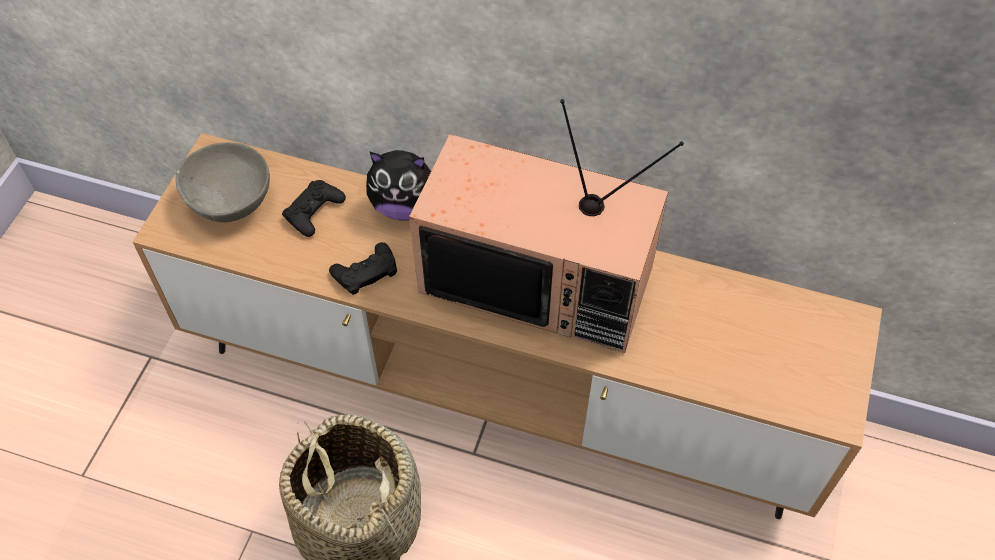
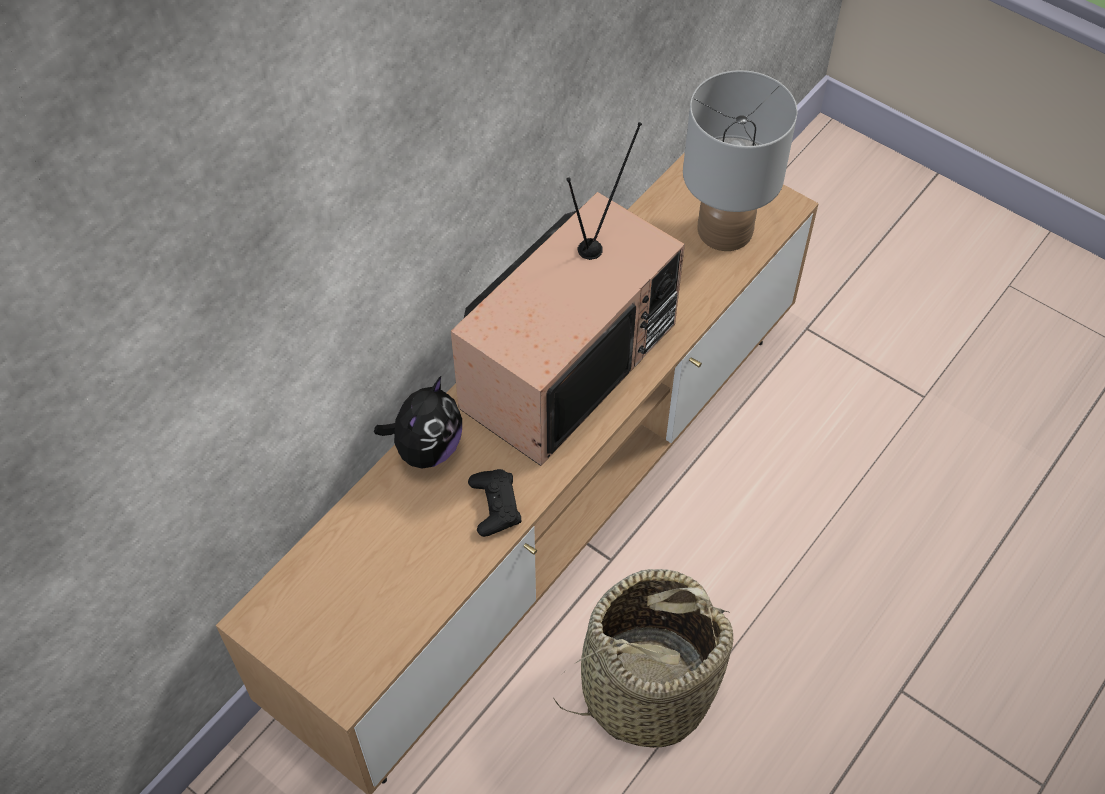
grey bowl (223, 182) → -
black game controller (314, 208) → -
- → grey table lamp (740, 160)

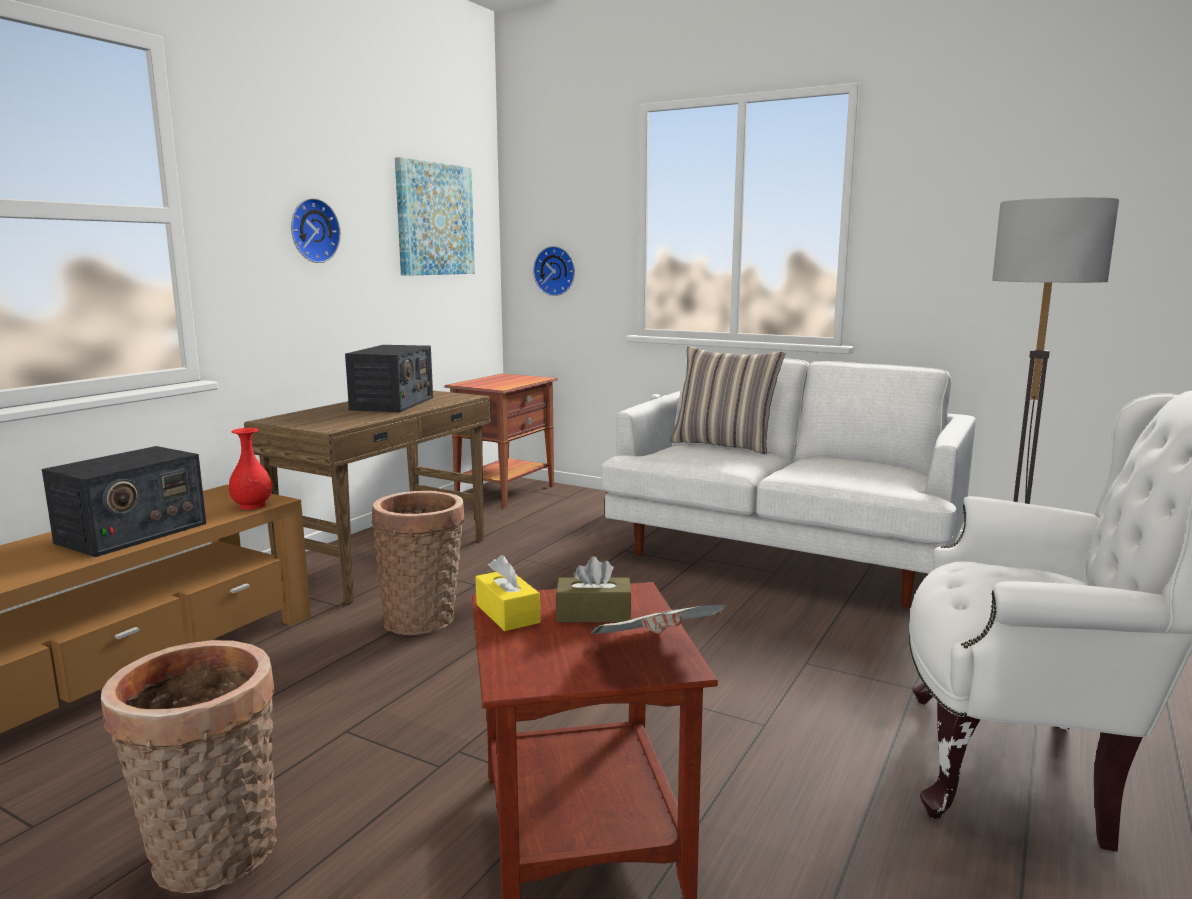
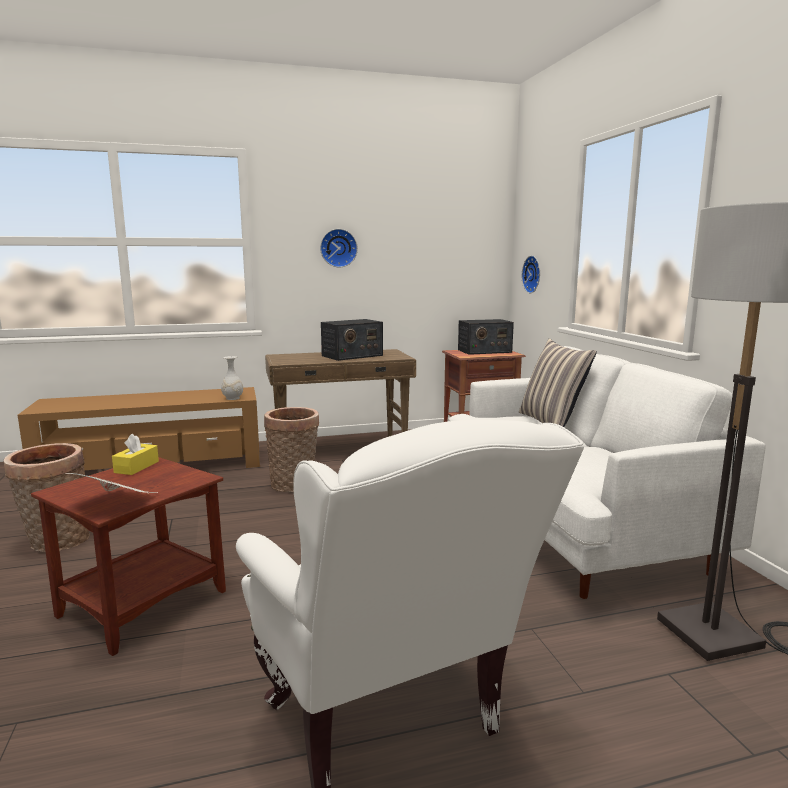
picture (435, 216) → -
brown tissue box (593, 589) → -
radio (124, 501) → radio (486, 337), move
red vase (250, 469) → white vase (232, 378)

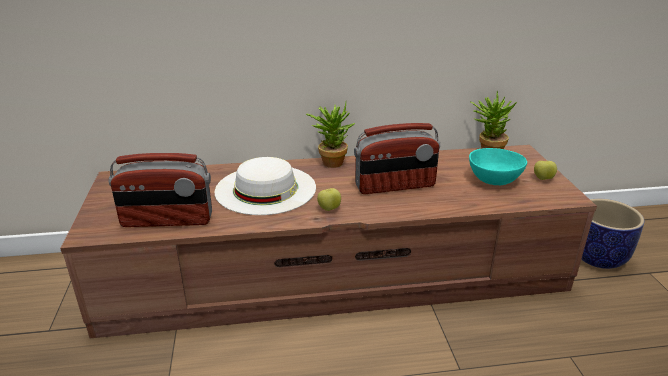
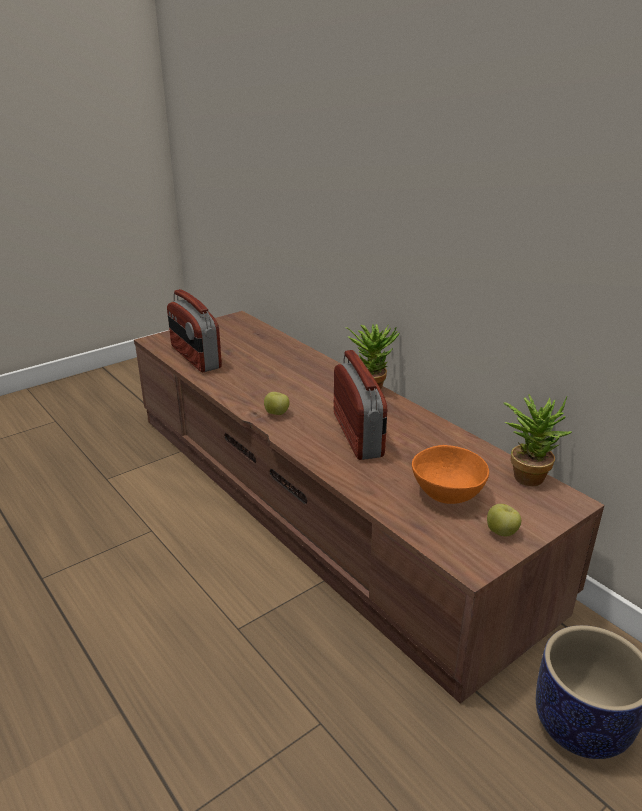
white hat (265, 186) → -
turquoise bowl (498, 166) → orange bowl (450, 474)
radio (397, 158) → radio (360, 405), 150 degrees counterclockwise

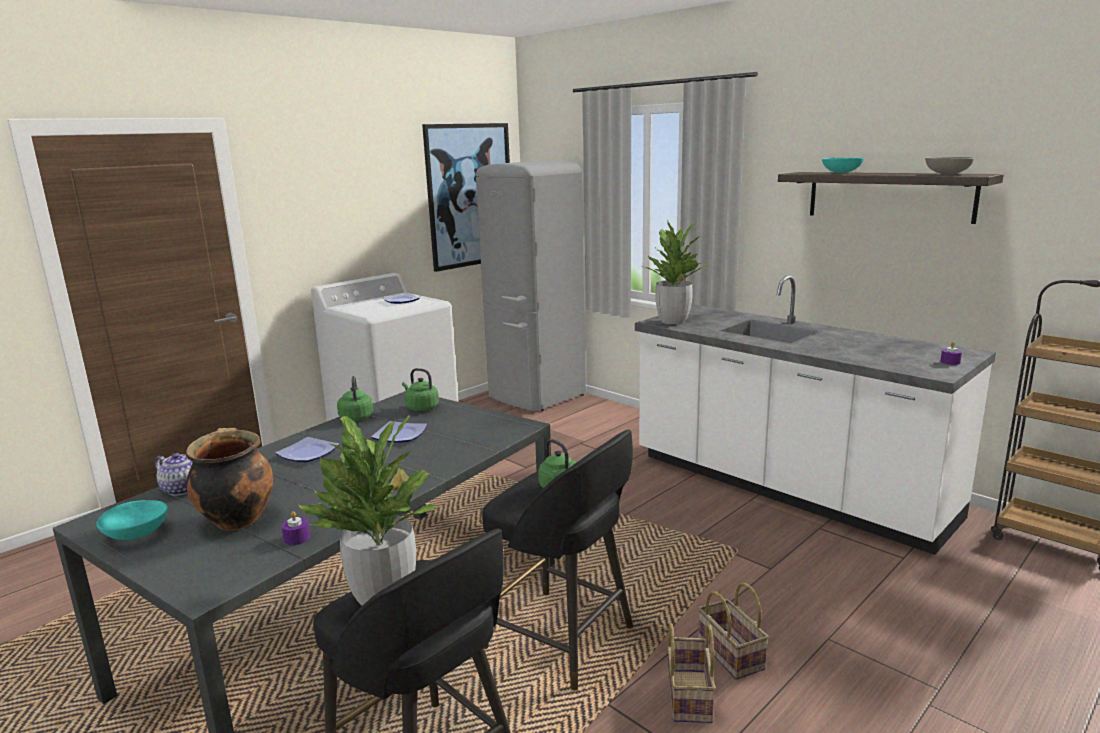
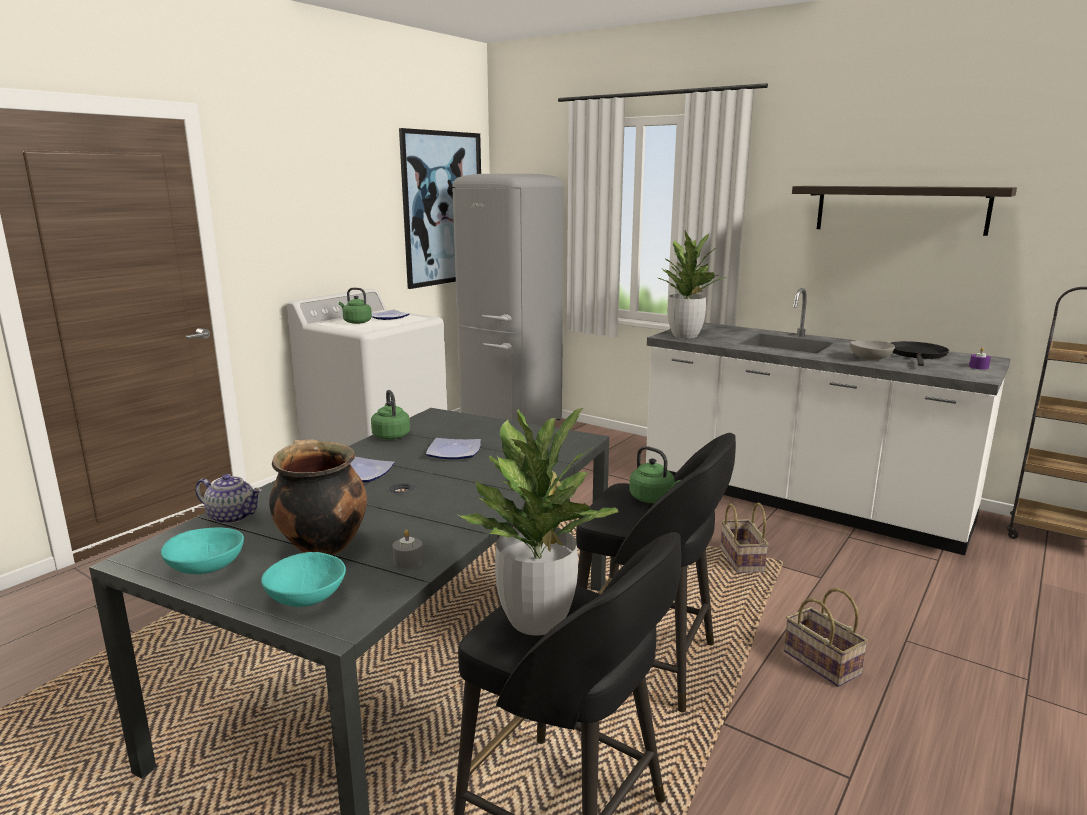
- → black frying pan (920, 353)
green kettle (420, 389) → green kettle (355, 306), move
basket (691, 673) → basket (744, 537), move
turquoise bowl (843, 165) → turquoise bowl (303, 579), move
grey bowl (949, 165) → grey bowl (872, 350), move
purple candle (295, 528) → grey candle (408, 549)

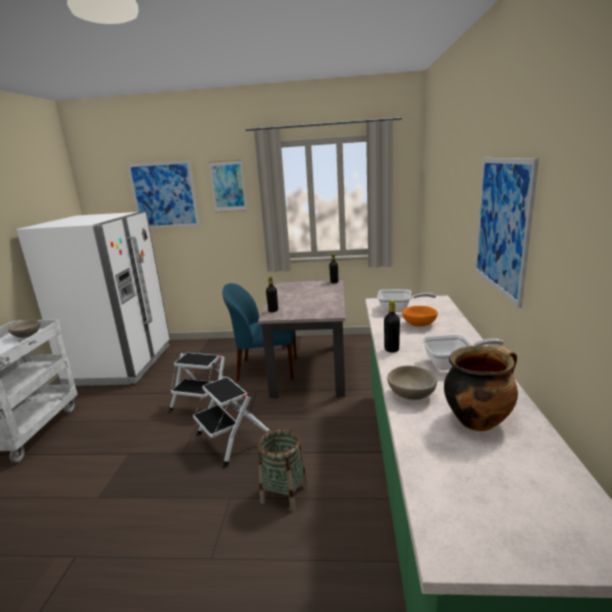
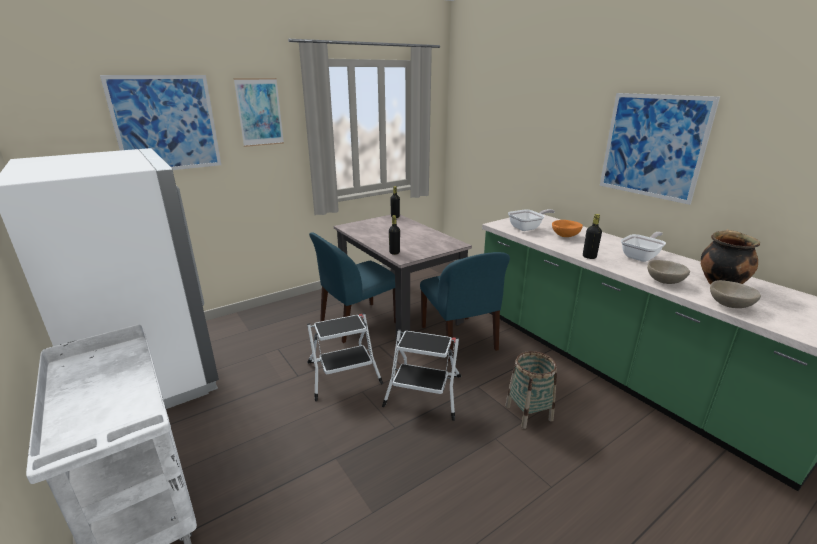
- → blue chair (465, 306)
beige bowl (24, 329) → beige bowl (735, 294), move

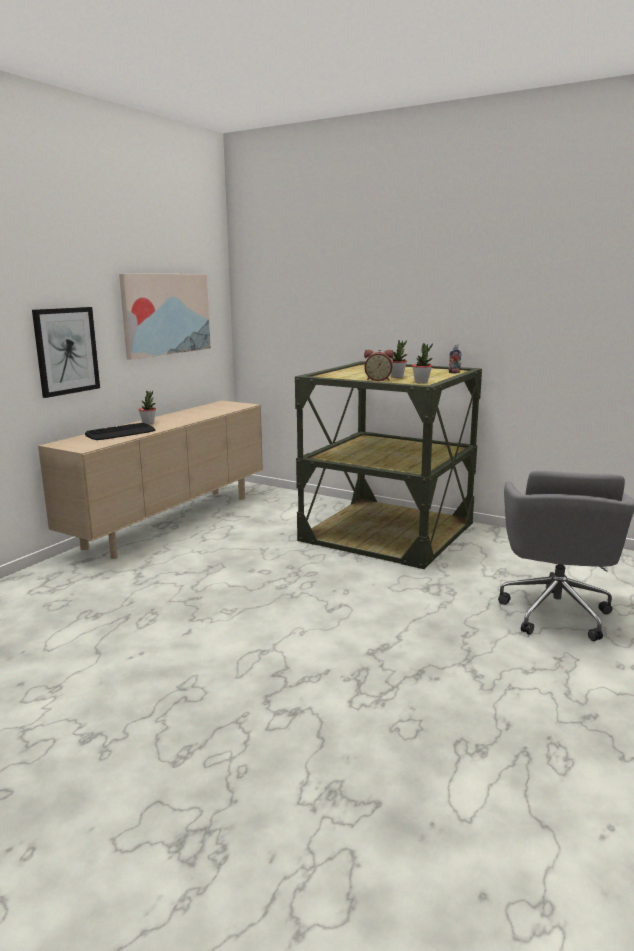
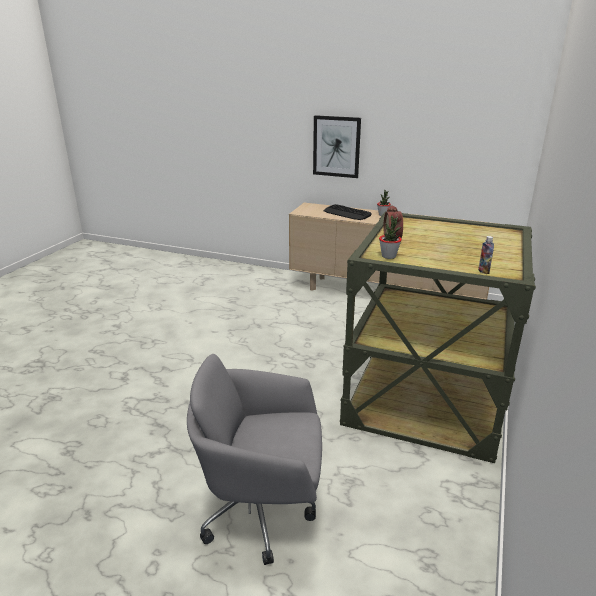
picture (165, 317) → -
potted plant (399, 359) → -

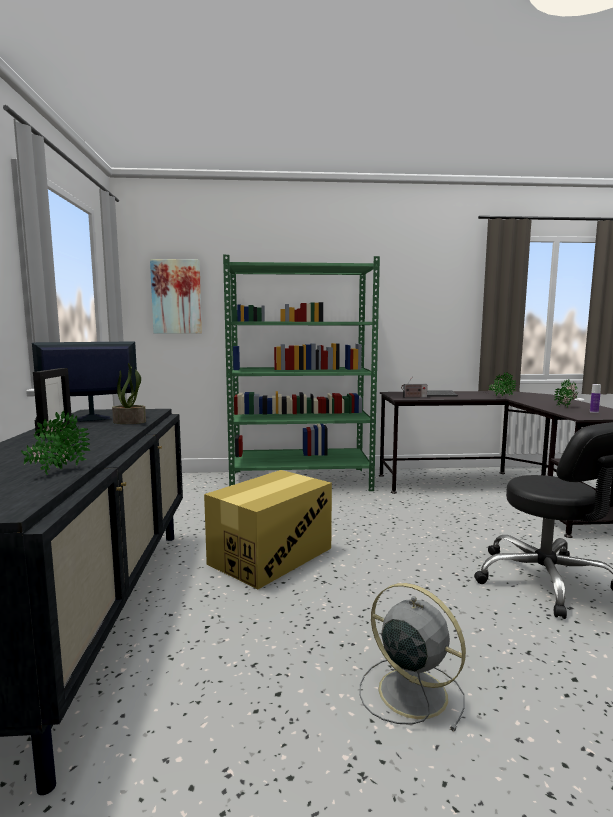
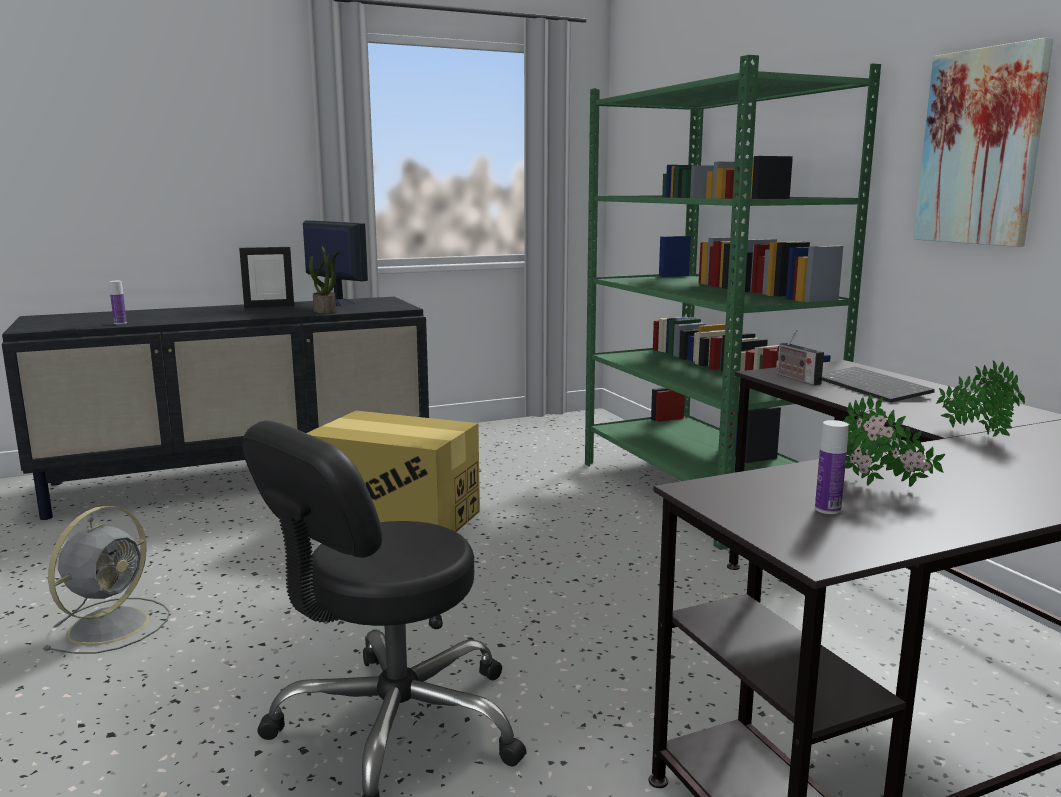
picture (176, 296) → picture (983, 142), move
potted plant (55, 443) → bottle (118, 302)

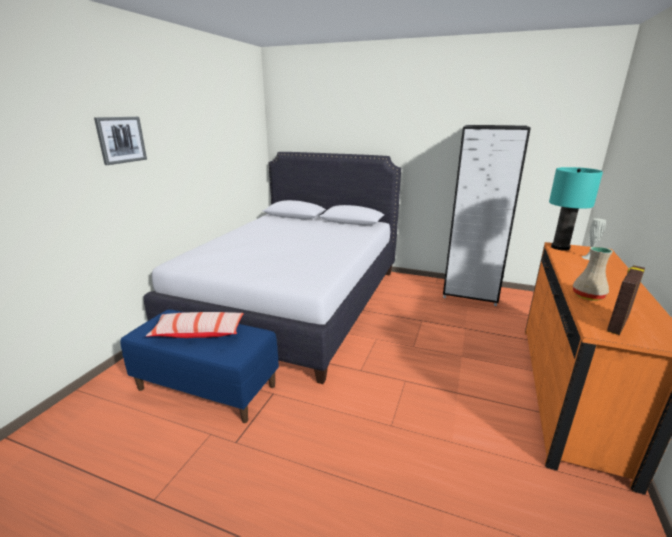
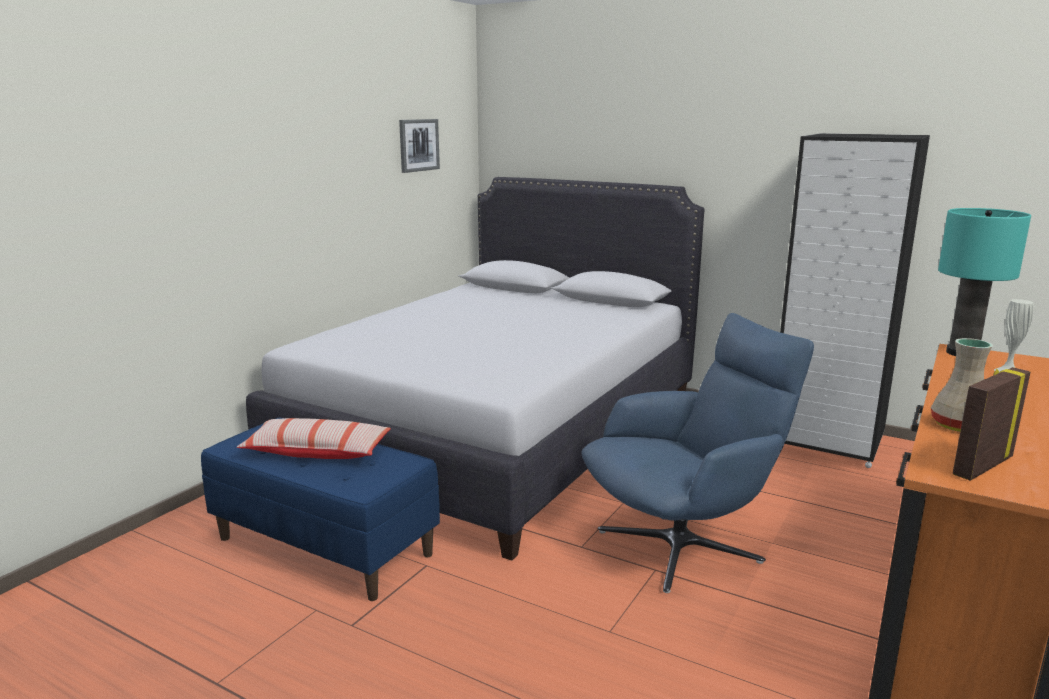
- → blue armchair (698, 453)
picture (120, 141) → picture (419, 146), move

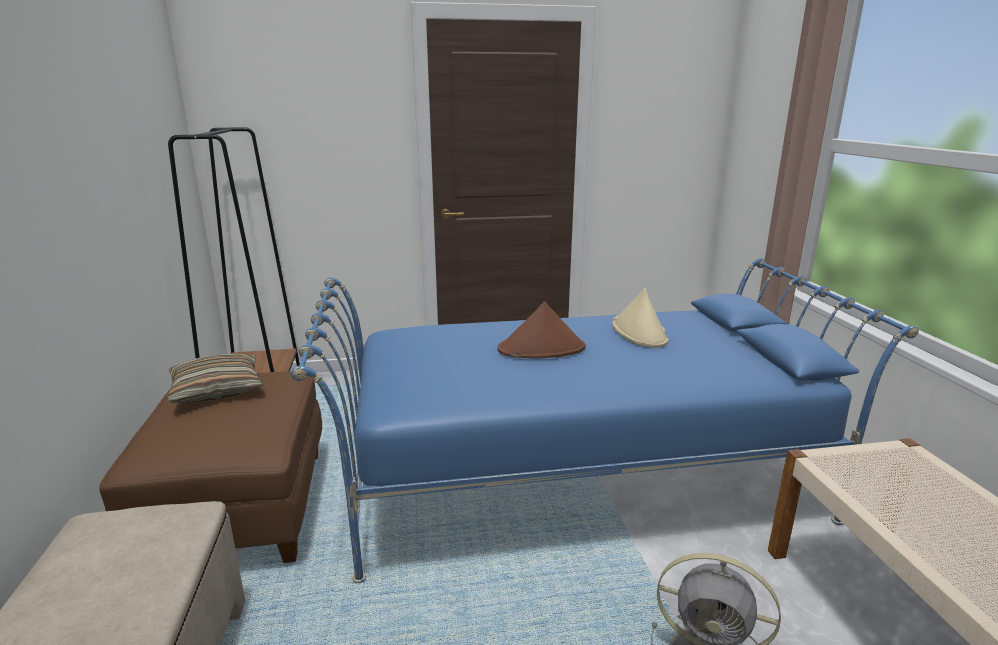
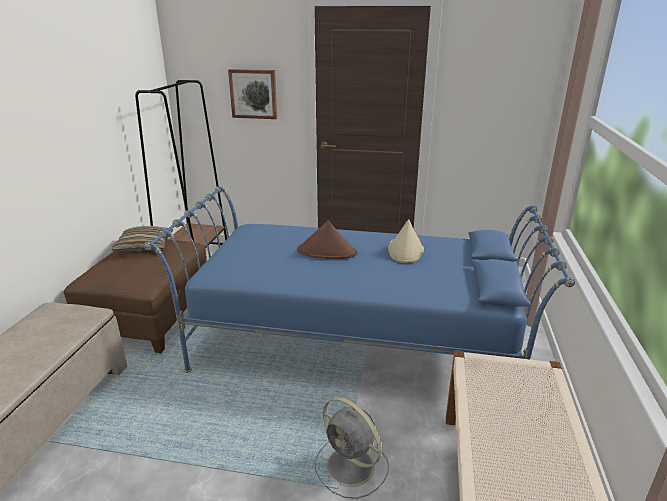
- → picture (252, 94)

